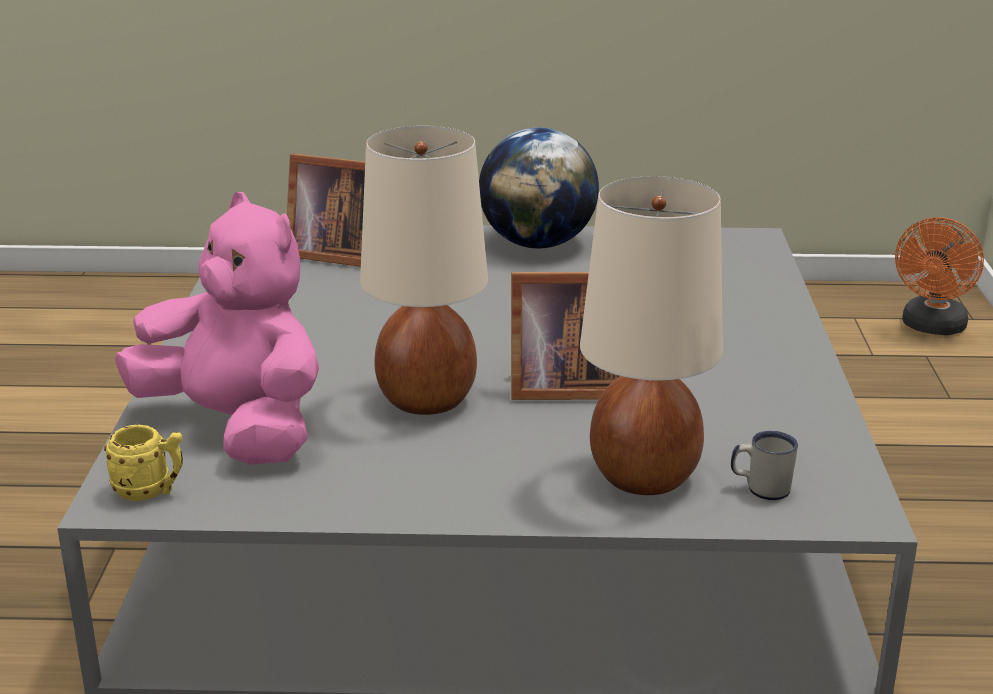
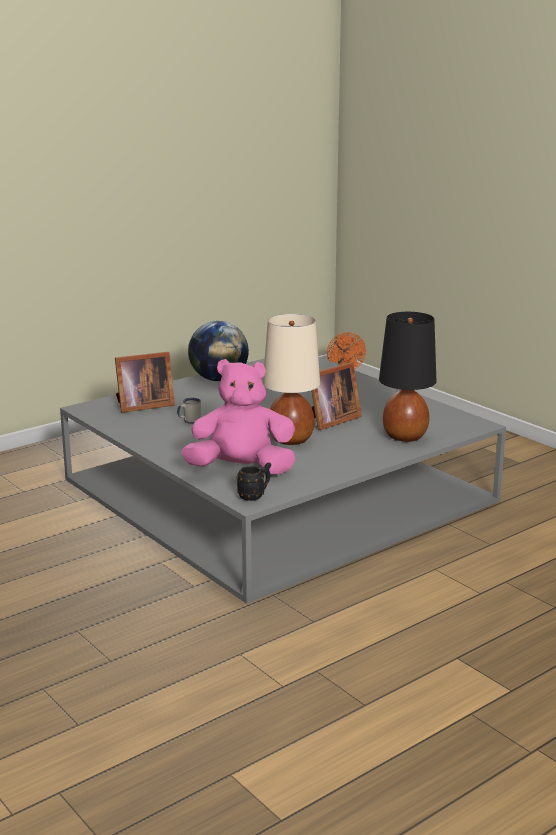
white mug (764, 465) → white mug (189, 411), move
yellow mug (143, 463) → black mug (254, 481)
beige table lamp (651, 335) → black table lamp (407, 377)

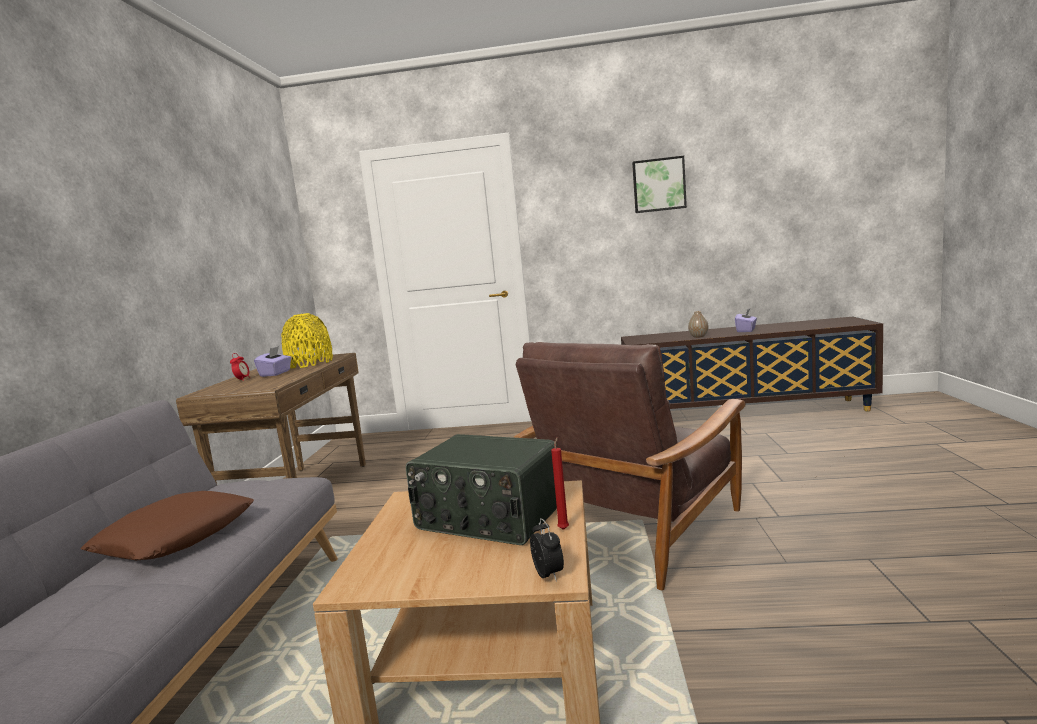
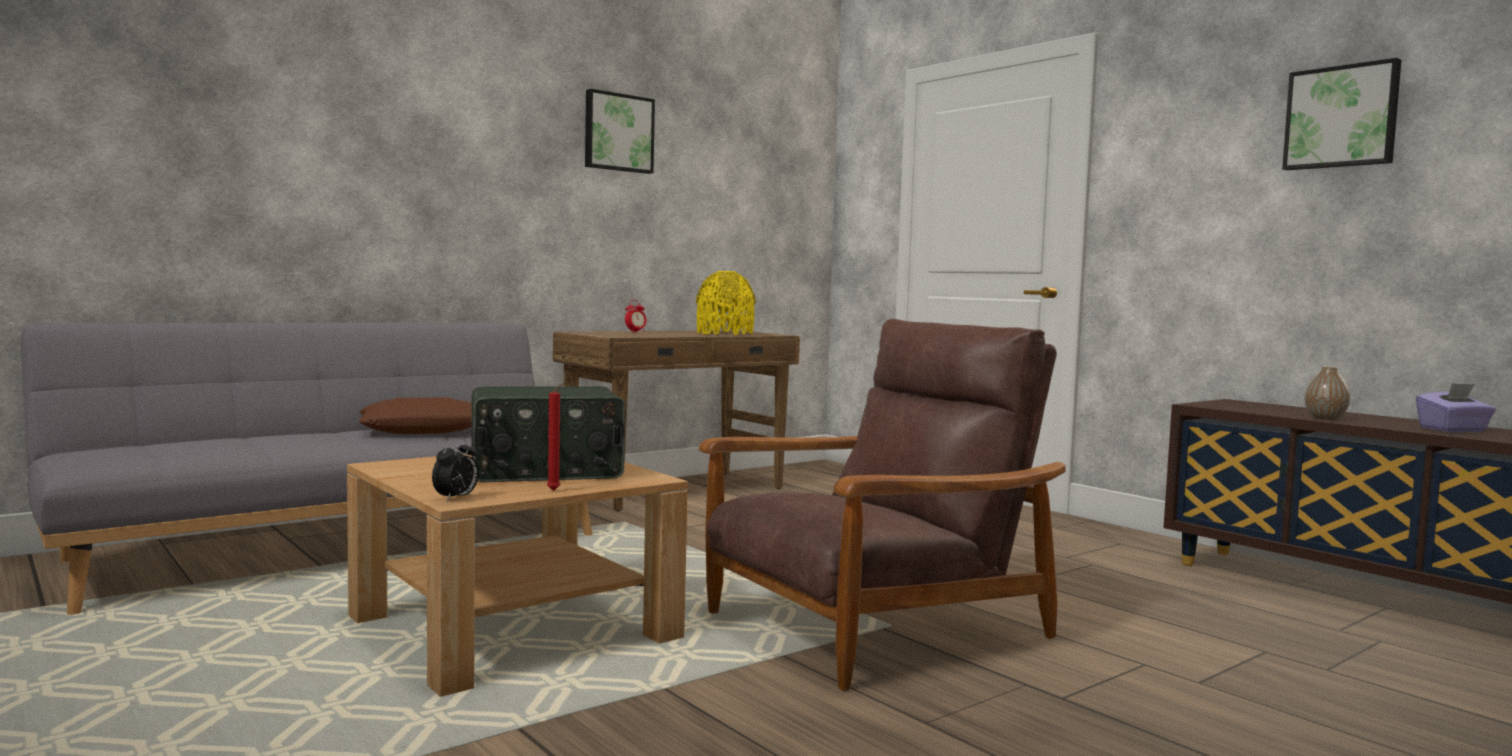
purple tissue box (273, 361) → -
- → picture (620, 131)
radio (482, 489) → radio (548, 434), 90 degrees counterclockwise
brown armchair (629, 466) → brown armchair (882, 505), 150 degrees clockwise

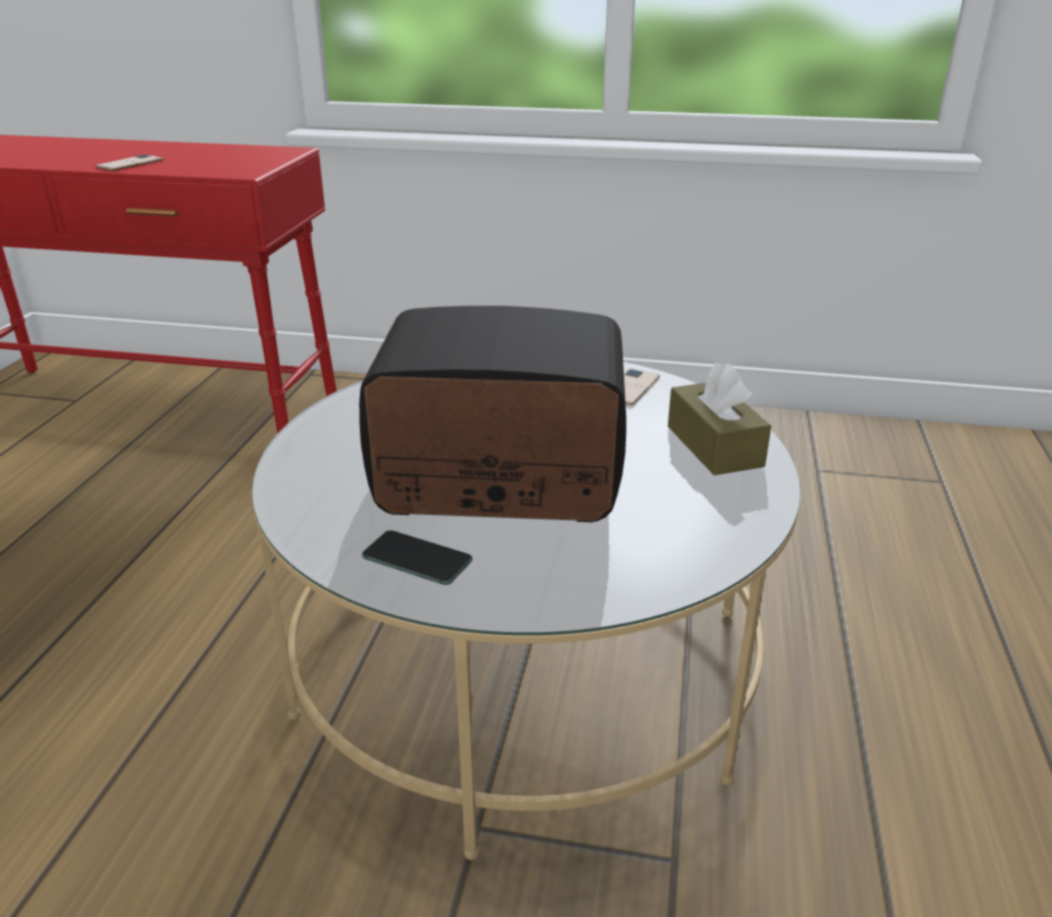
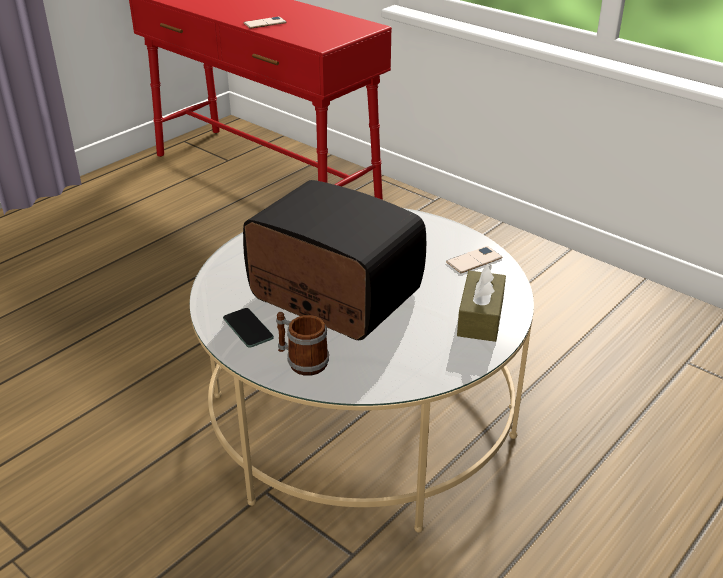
- → mug (302, 344)

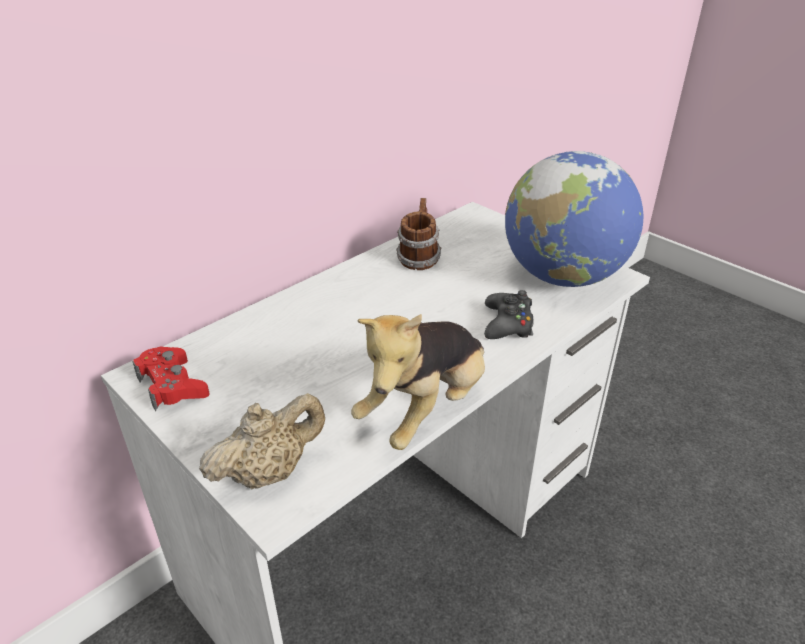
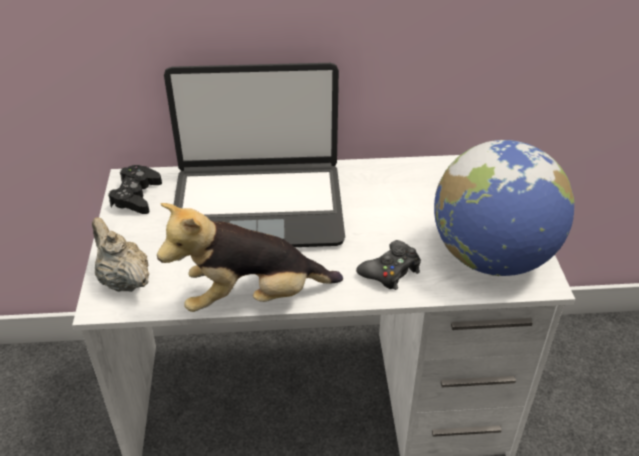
mug (418, 234) → -
- → laptop (254, 155)
red game controller (171, 378) → black game controller (135, 189)
beige teapot (262, 441) → beige teapot (120, 254), 135 degrees counterclockwise

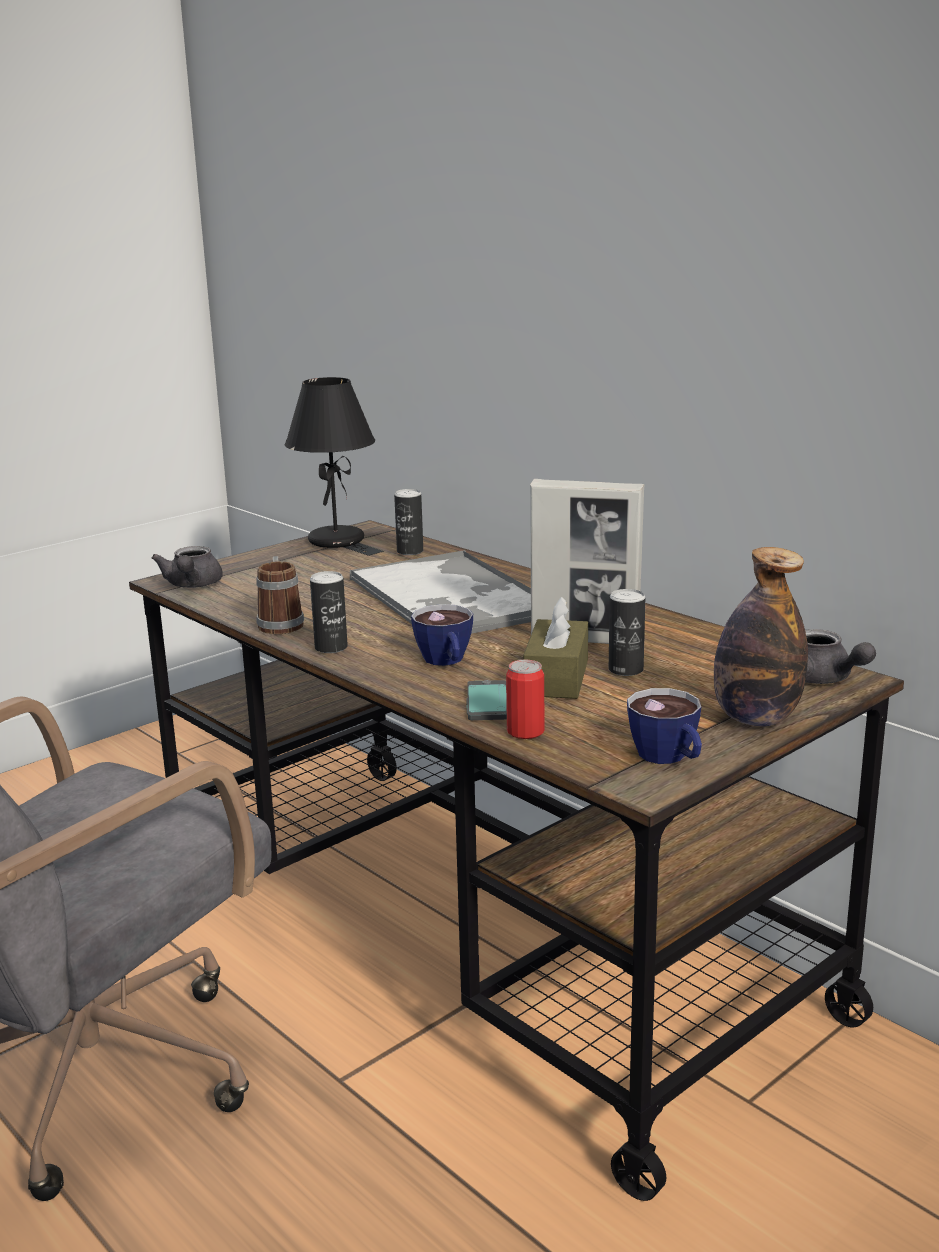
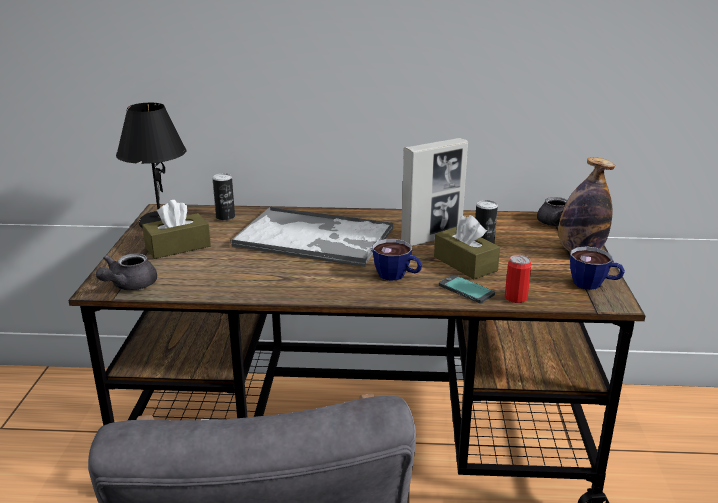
mug (280, 595) → -
can (329, 612) → -
- → brown tissue box (176, 229)
grey teapot (187, 567) → grey teapot (126, 271), 75 degrees clockwise

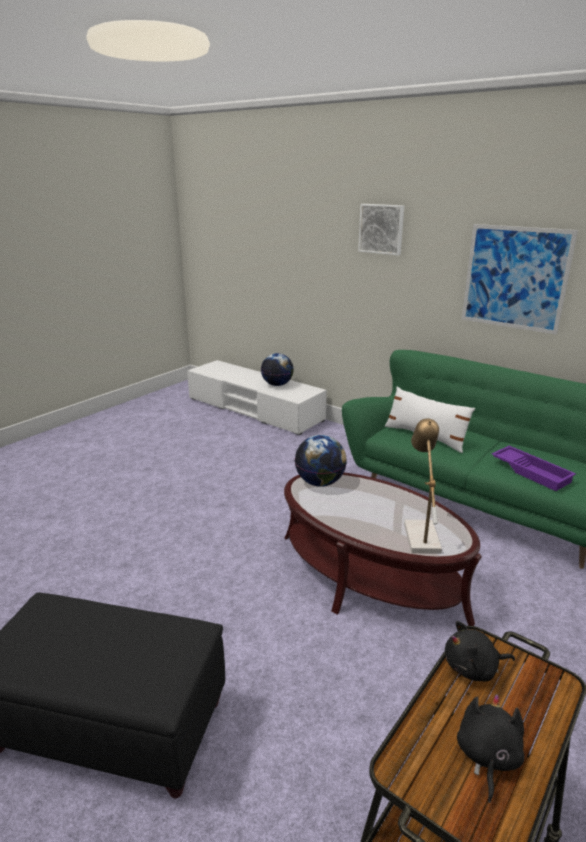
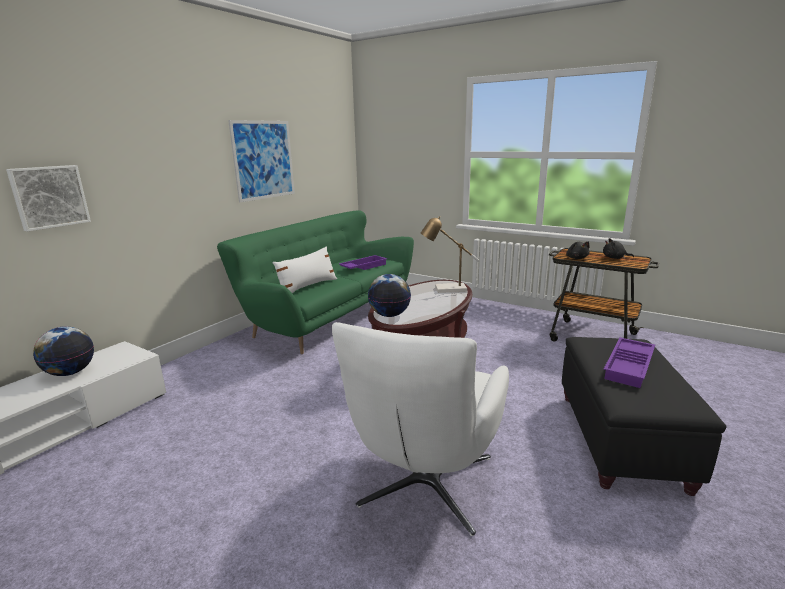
- → white armchair (420, 429)
- → purple tray (629, 362)
picture (381, 229) → picture (48, 198), move

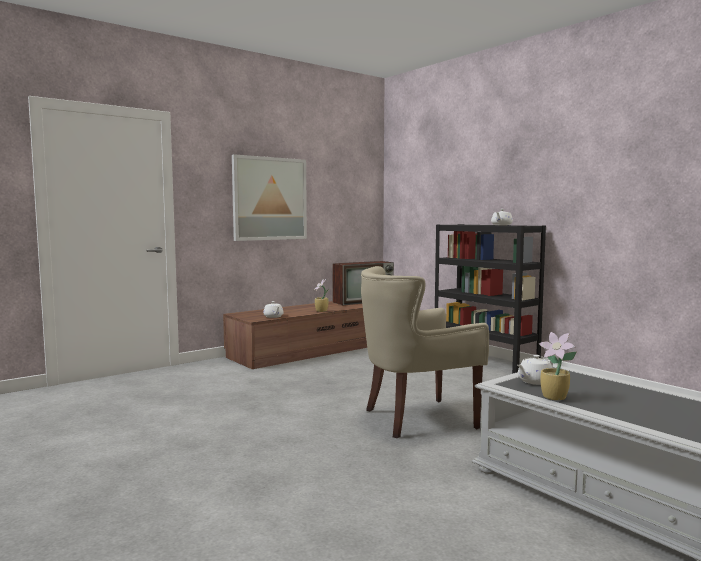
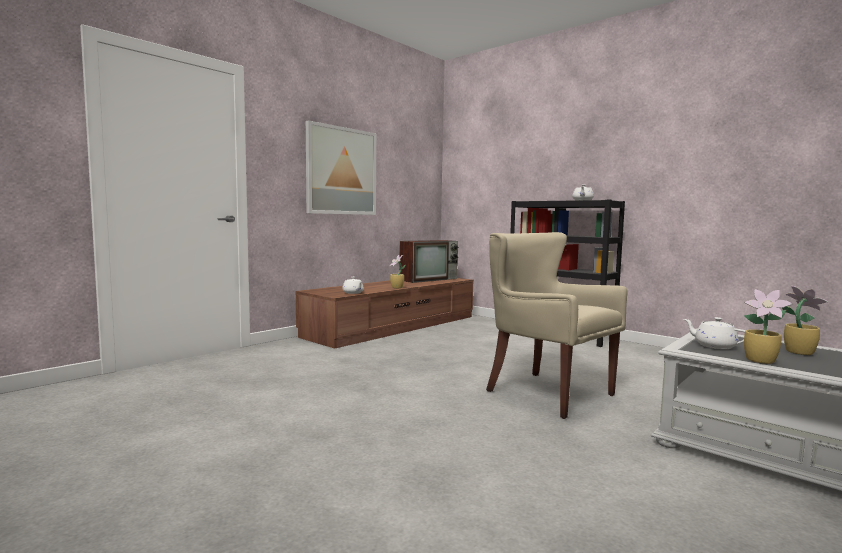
- → potted plant (805, 320)
beige armchair (425, 352) → beige armchair (557, 325), 75 degrees clockwise
white teapot (535, 370) → white teapot (714, 333), 90 degrees clockwise

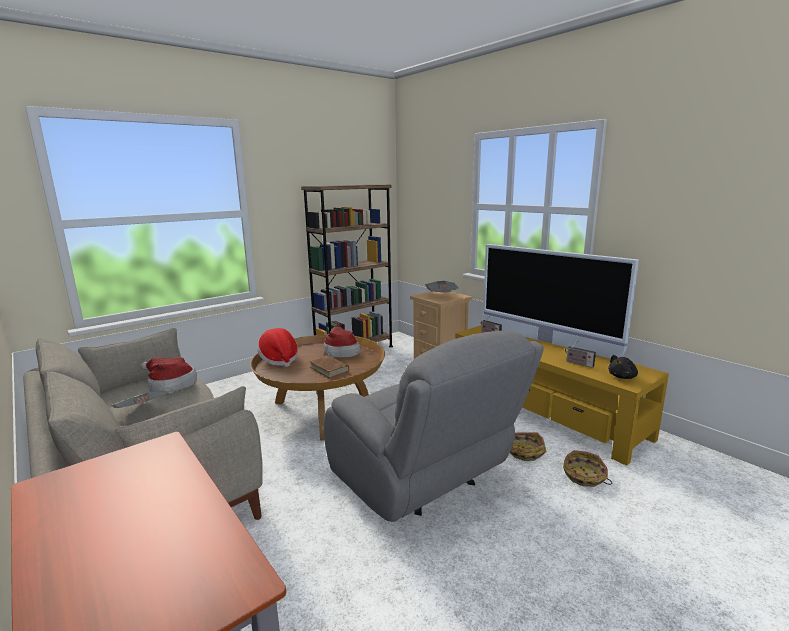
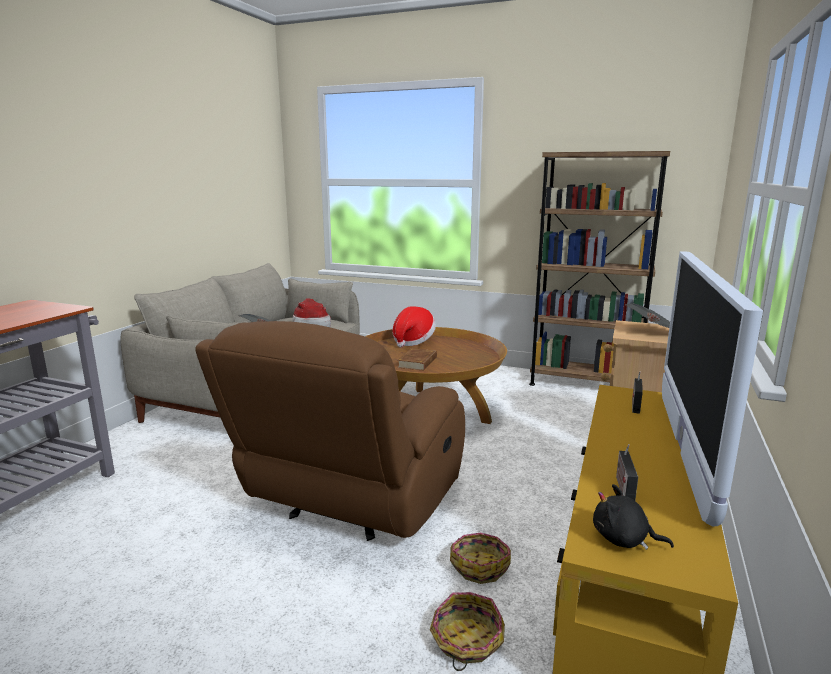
hat (342, 341) → -
grey armchair (433, 426) → brown armchair (330, 431)

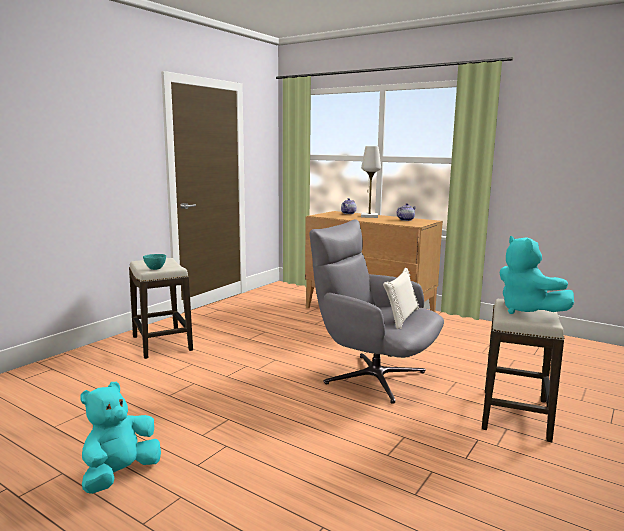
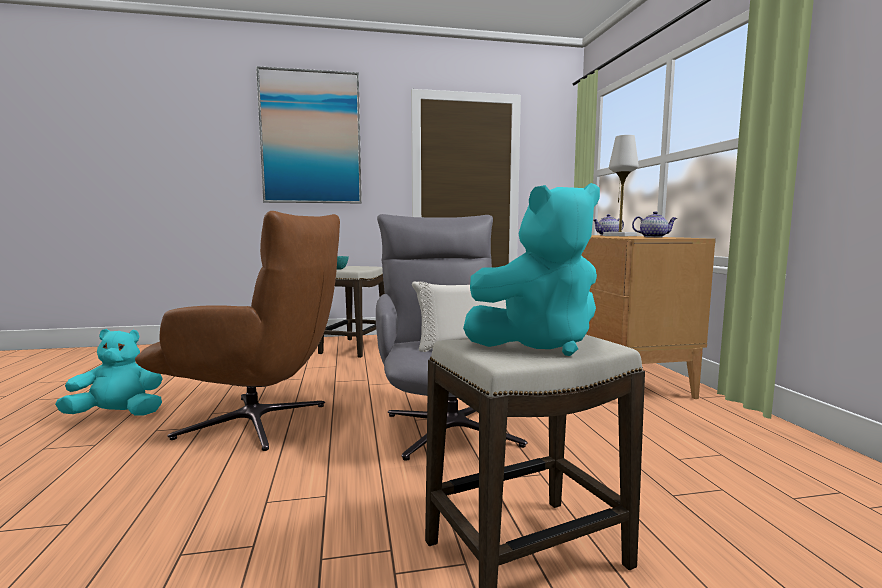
- → brown armchair (237, 331)
- → picture (309, 134)
turquoise plush toy (537, 275) → turquoise plush toy (531, 269), 135 degrees counterclockwise

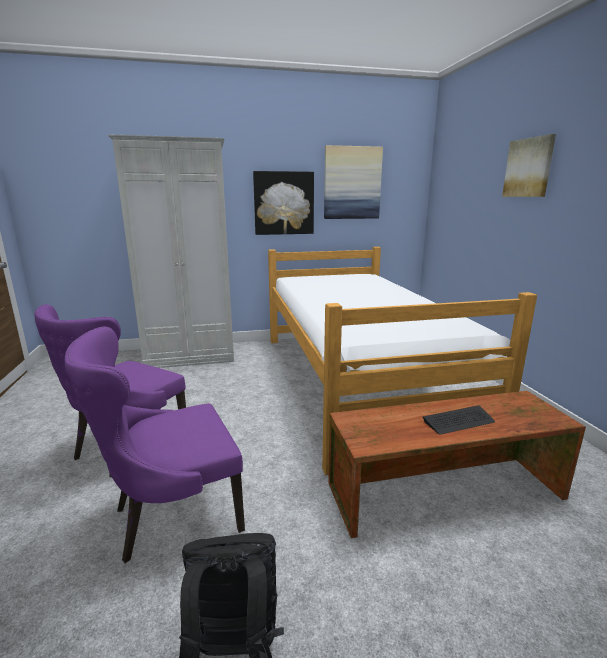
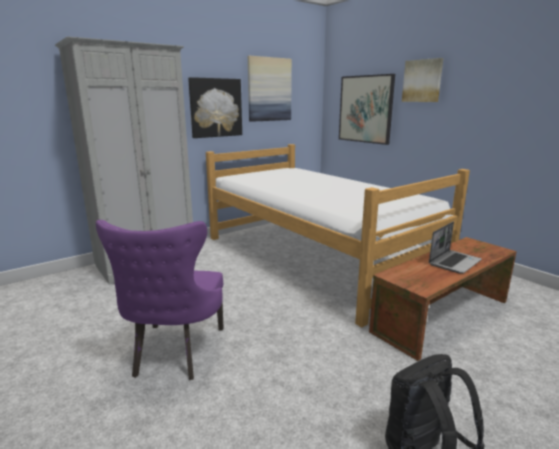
purple chair (155, 445) → -
- → picture (367, 109)
keyboard (459, 420) → laptop (455, 247)

